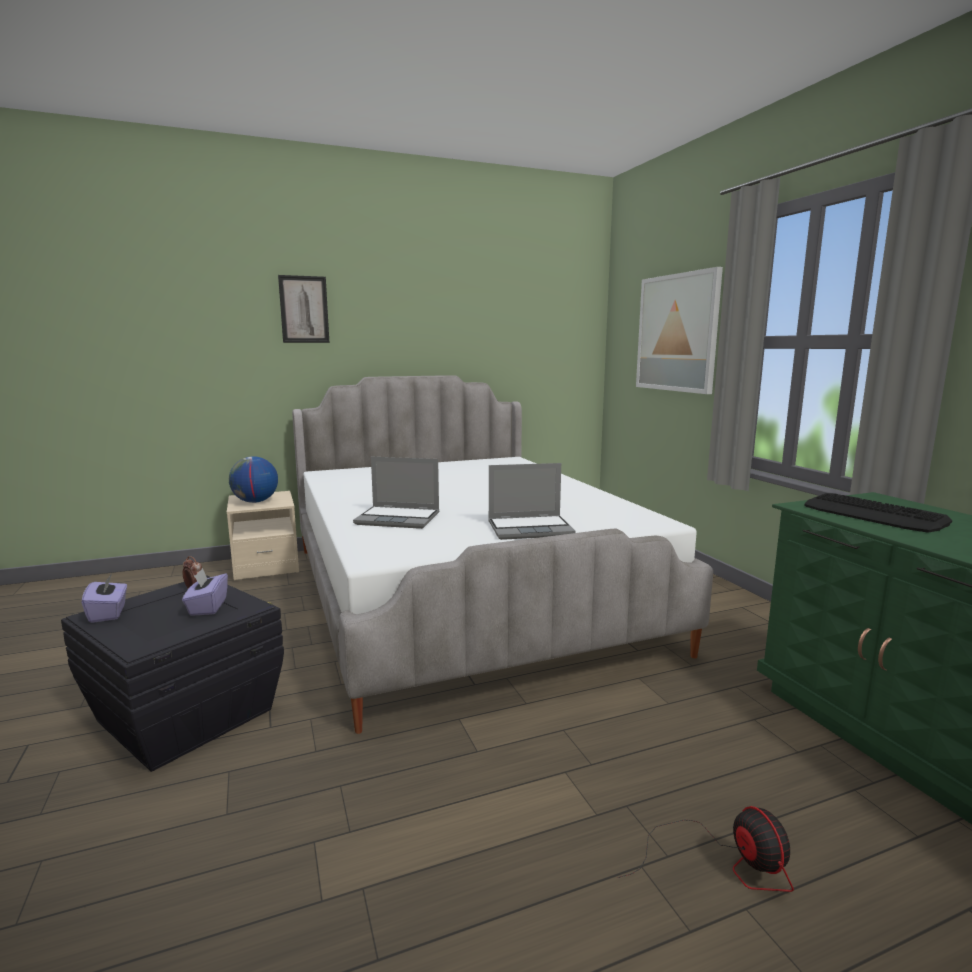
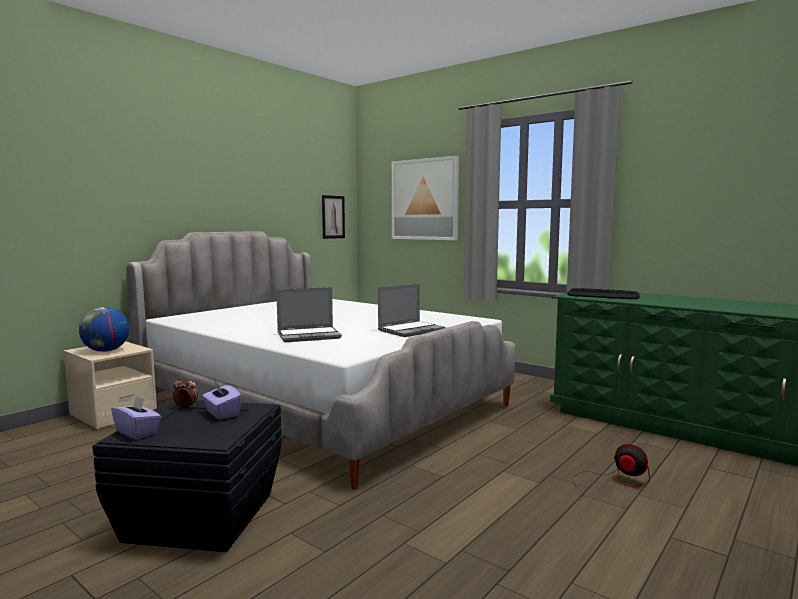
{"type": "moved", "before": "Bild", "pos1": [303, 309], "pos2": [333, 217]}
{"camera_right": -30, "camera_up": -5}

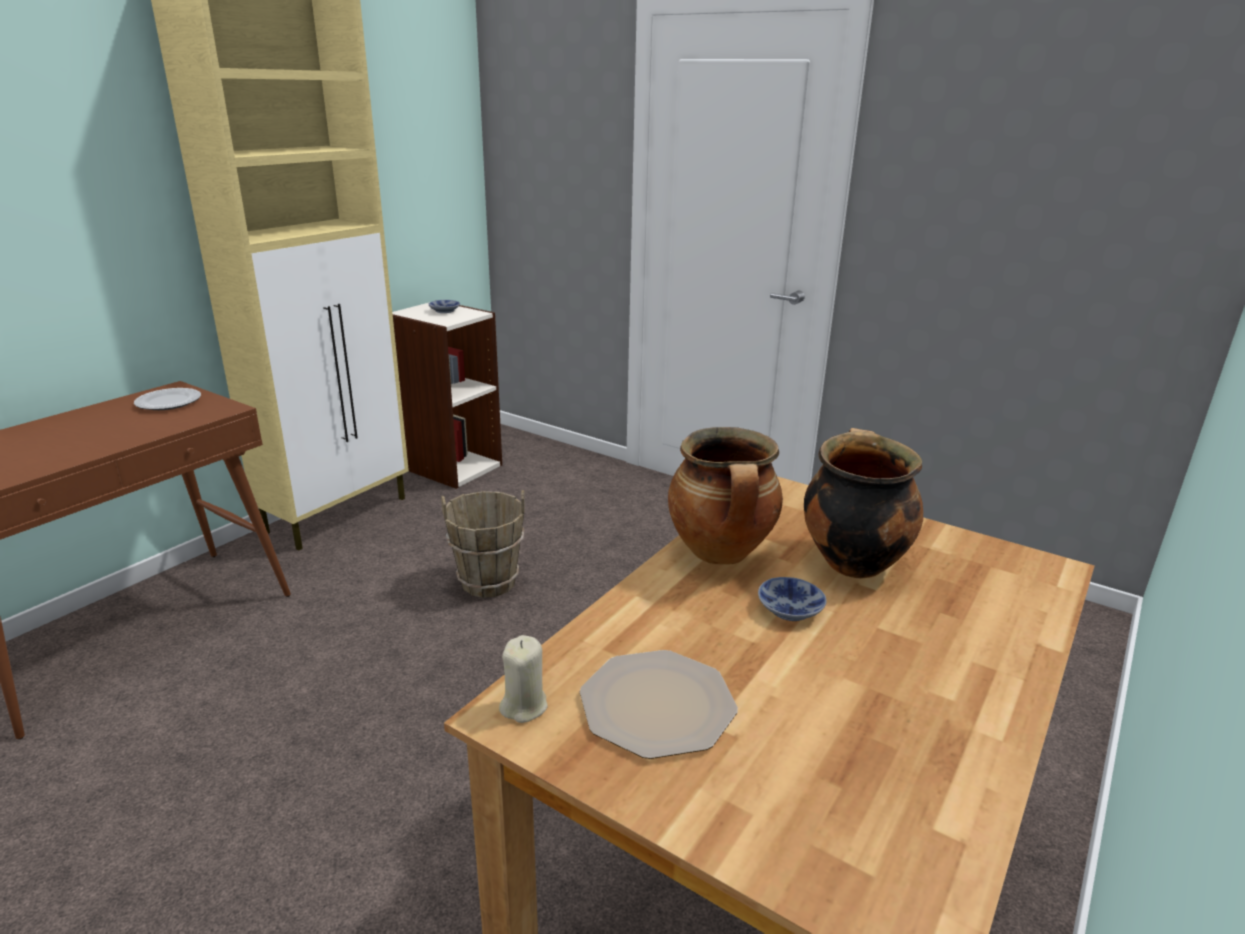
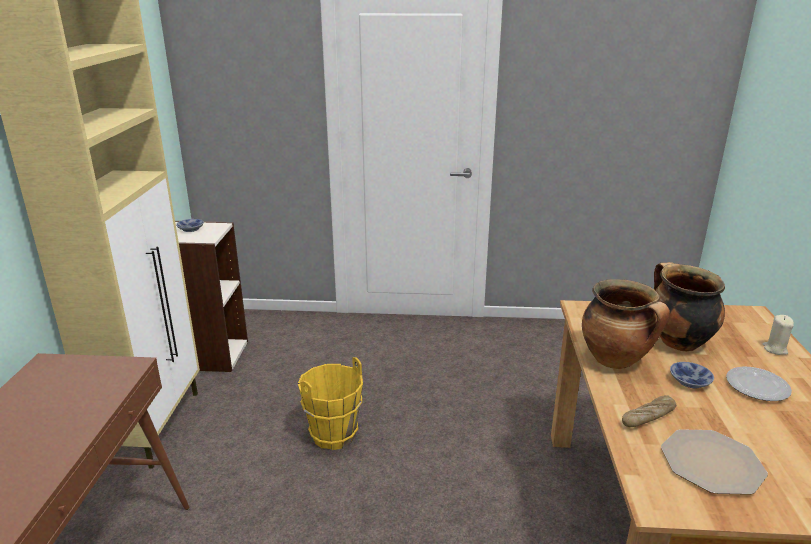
{"type": "recoloured", "before": "Eimer [braun]", "after": "Eimer [gelb]", "pos1": [483, 544], "pos2": [330, 403]}
{"type": "added", "after": "Brot", "pos2": [649, 411]}
{"type": "moved", "before": "Teller", "pos1": [167, 399], "pos2": [759, 384]}
{"type": "moved", "before": "Kerze [beige]", "pos1": [523, 679], "pos2": [778, 335]}
{"camera_right": -30, "camera_up": 0}

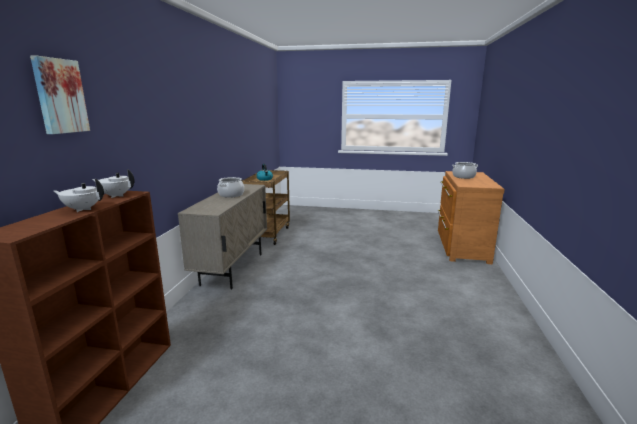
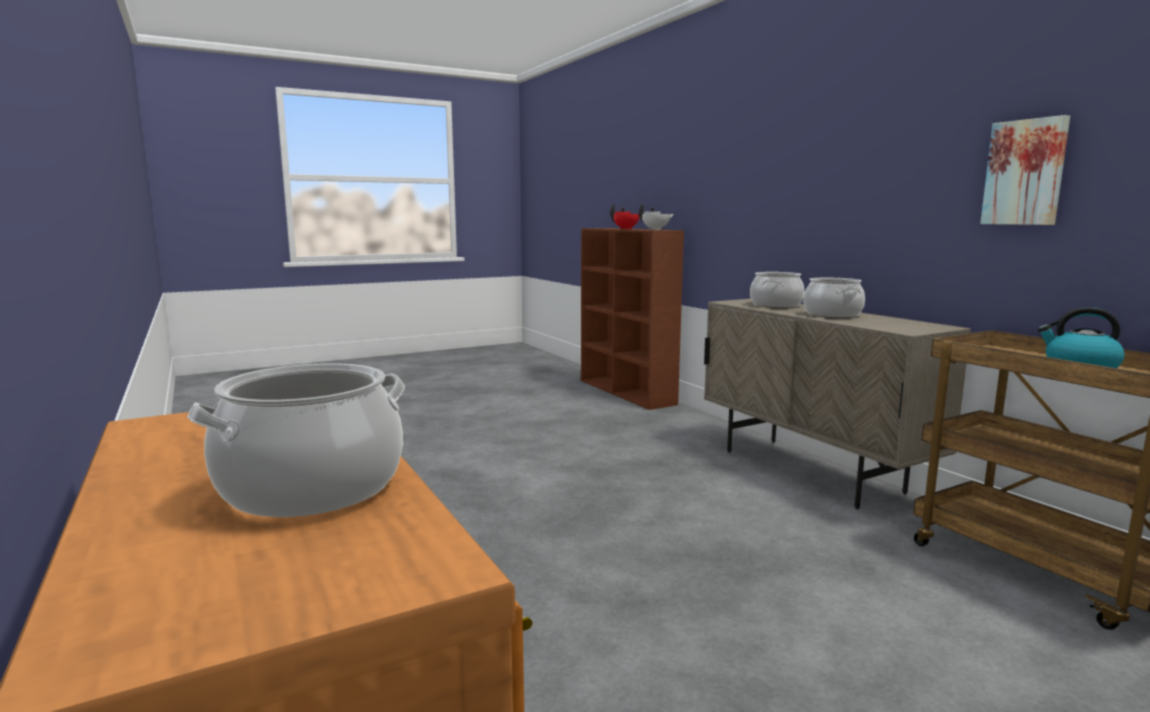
{"type": "recoloured", "before": "Teekanne [weiß]", "after": "Teekanne [rot]", "pos1": [79, 195], "pos2": [624, 216]}
{"type": "added", "after": "Kochtopf", "pos2": [777, 290]}
{"type": "moved", "before": "Bild", "pos1": [60, 95], "pos2": [1025, 170]}
{"camera_right": 140, "camera_up": -5}

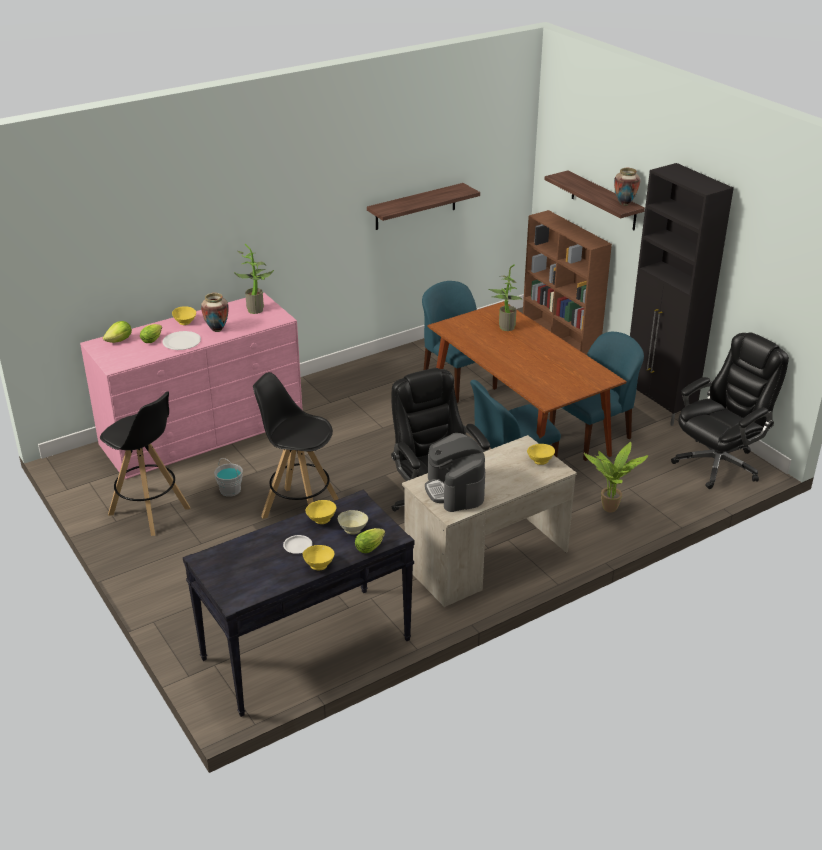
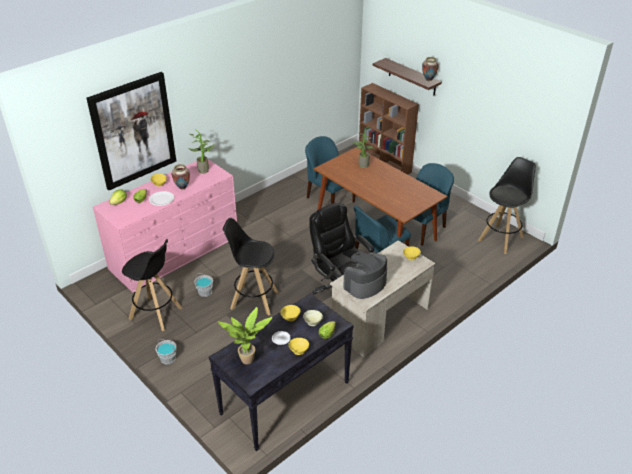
{"type": "added", "after": "Bild", "pos2": [131, 131]}
{"type": "added", "after": "Eimer [grau]", "pos2": [166, 352]}
{"type": "moved", "before": "Topfpflanze", "pos1": [616, 477], "pos2": [245, 336]}
{"type": "turned", "before": "Kaffeemaschine", "pos1": [455, 472], "pos2": [365, 275], "turn": 75}
{"type": "replaced", "before": "Bürostuhl [schwarz]", "after": "Hocker [schwarz]", "pos1": [730, 410], "pos2": [507, 205]}
{"type": "removed", "before": "Wandregal", "pos1": [423, 206]}
{"type": "removed", "before": "Schrank [schwarz]", "pos1": [682, 294]}
{"camera_right": -10, "camera_up": 5}

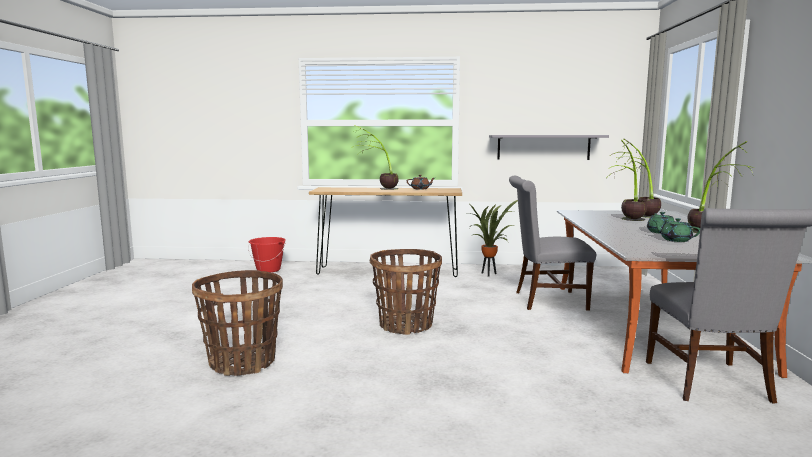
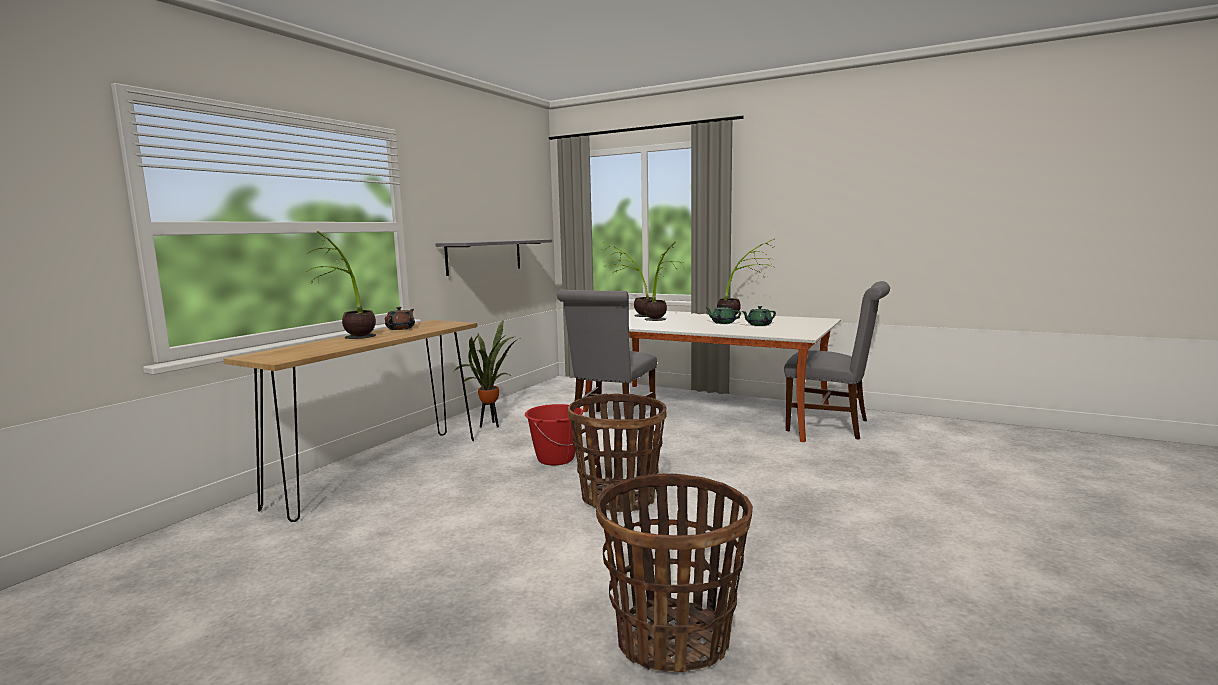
{"type": "moved", "before": "Eimer [rot]", "pos1": [267, 255], "pos2": [554, 434]}
{"camera_right": -65, "camera_up": 0}

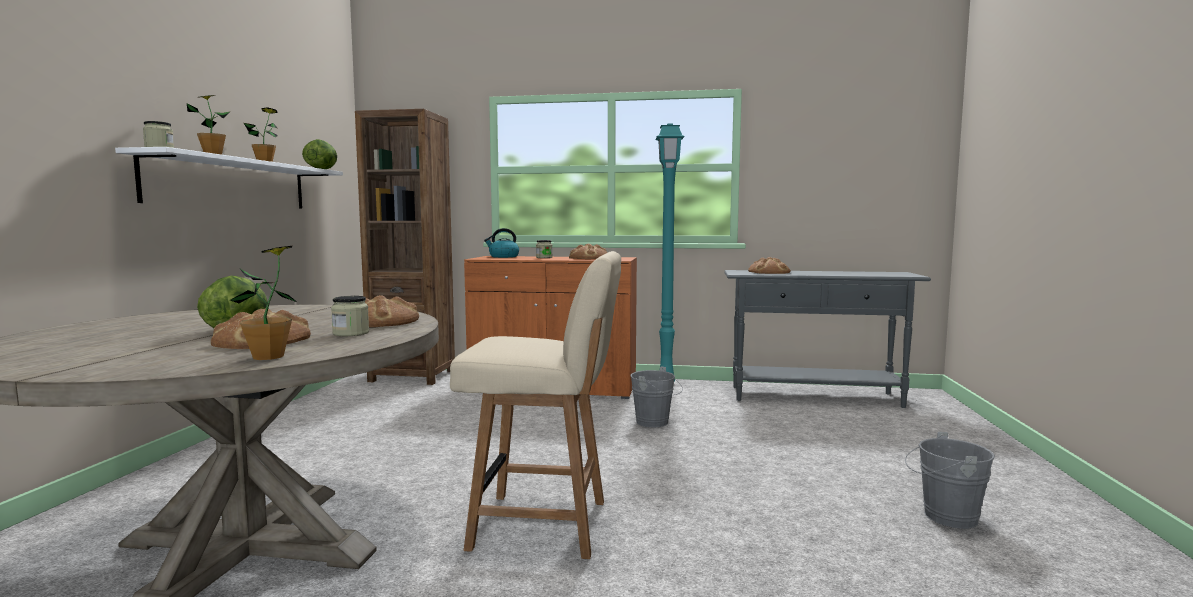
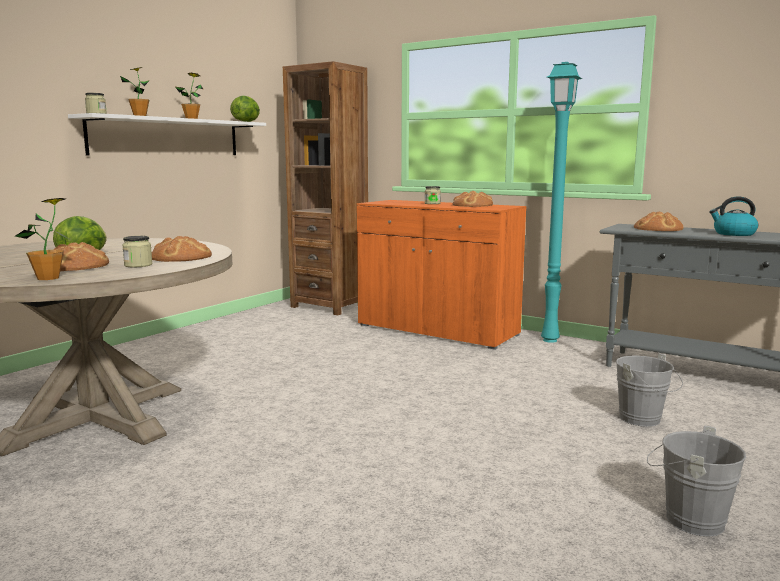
{"type": "moved", "before": "Eimer [grau]", "pos1": [657, 396], "pos2": [649, 390]}
{"type": "moved", "before": "Wasserkessel", "pos1": [501, 243], "pos2": [733, 216]}
{"type": "removed", "before": "Stuhl [beige]", "pos1": [535, 405]}
{"camera_right": 25, "camera_up": 5}

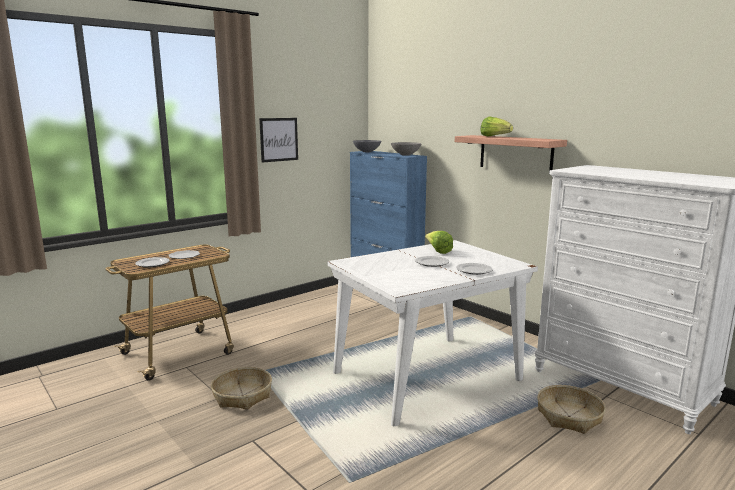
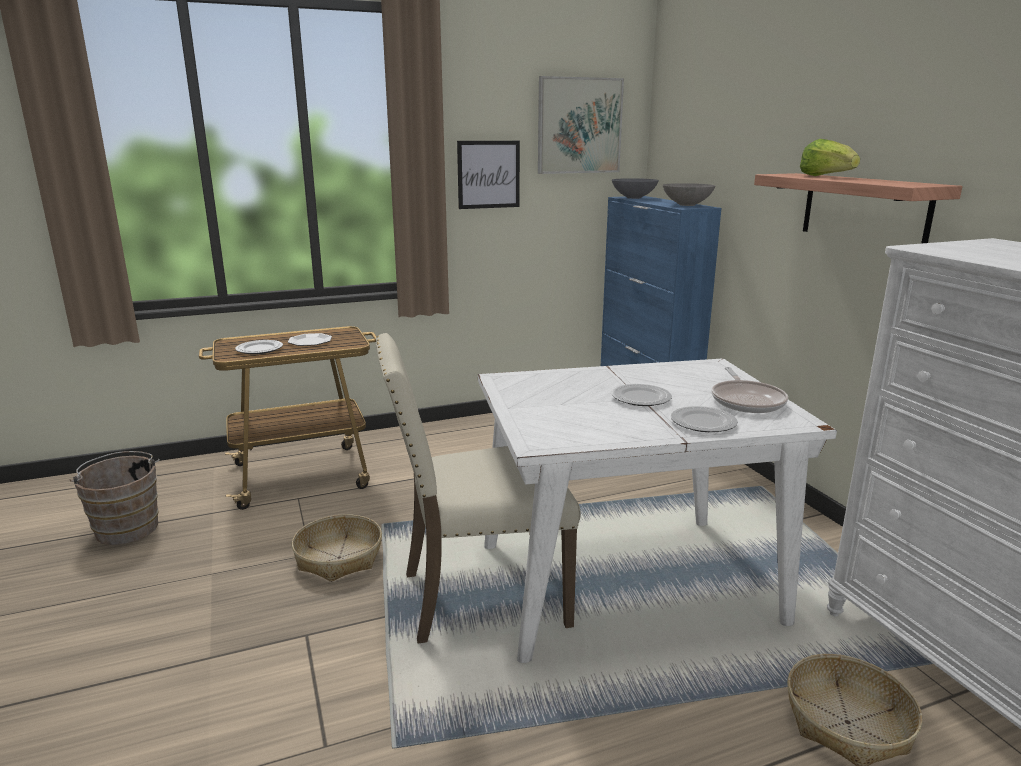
{"type": "added", "after": "Eimer [braun]", "pos2": [114, 498]}
{"type": "added", "after": "Stuhl [beige]", "pos2": [478, 488]}
{"type": "added", "after": "Bild", "pos2": [581, 125]}
{"type": "added", "after": "Pfanne", "pos2": [750, 390]}
{"type": "removed", "before": "Salatkopf", "pos1": [439, 242]}
{"camera_right": 20, "camera_up": 5}

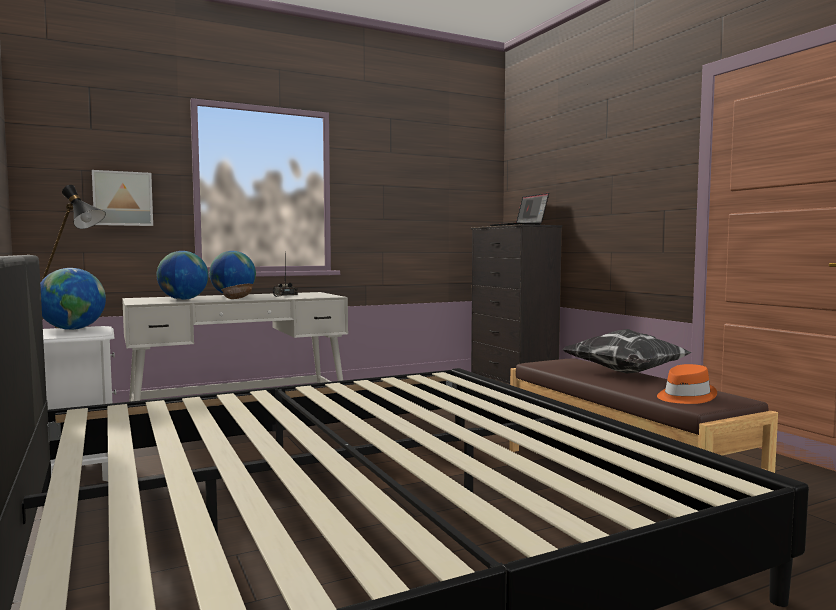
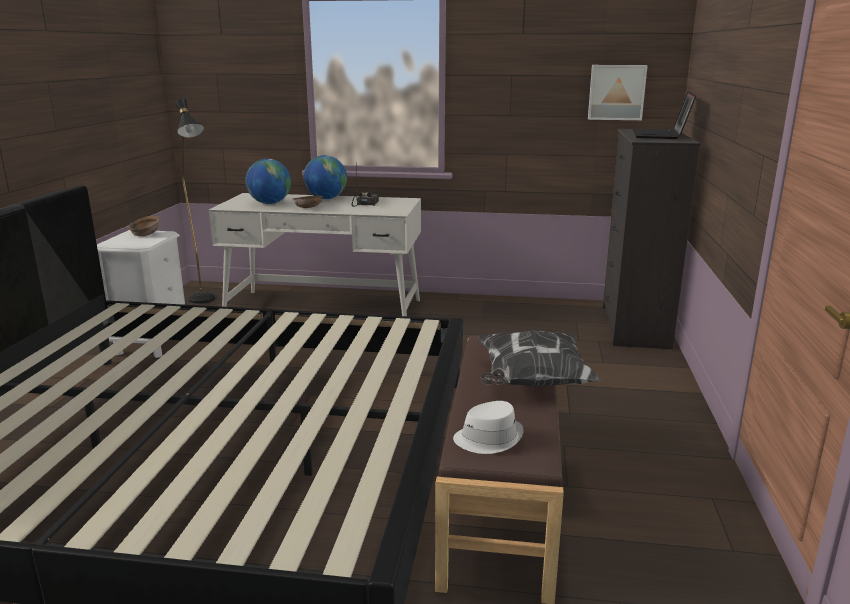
{"type": "replaced", "before": "Globus", "after": "Schüssel [braun]", "pos1": [73, 299], "pos2": [143, 226]}
{"type": "recoloured", "before": "Hut [orange]", "after": "Hut [weiß]", "pos1": [687, 384], "pos2": [488, 427]}
{"type": "moved", "before": "Bild", "pos1": [122, 198], "pos2": [618, 92]}
{"camera_right": 35, "camera_up": 15}

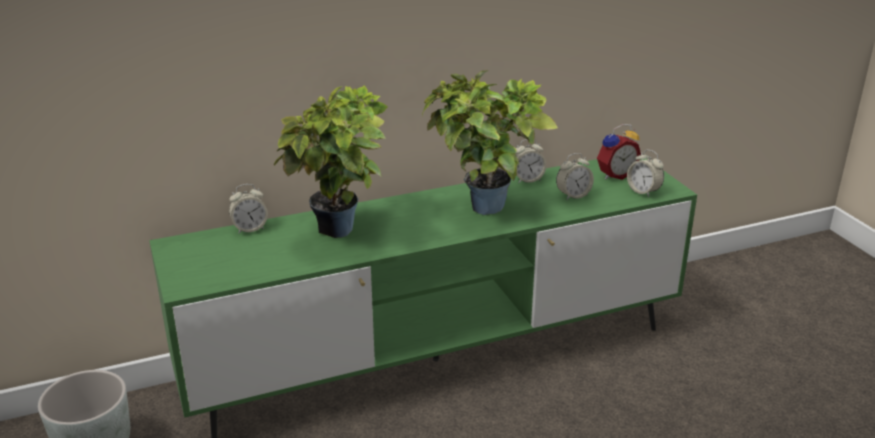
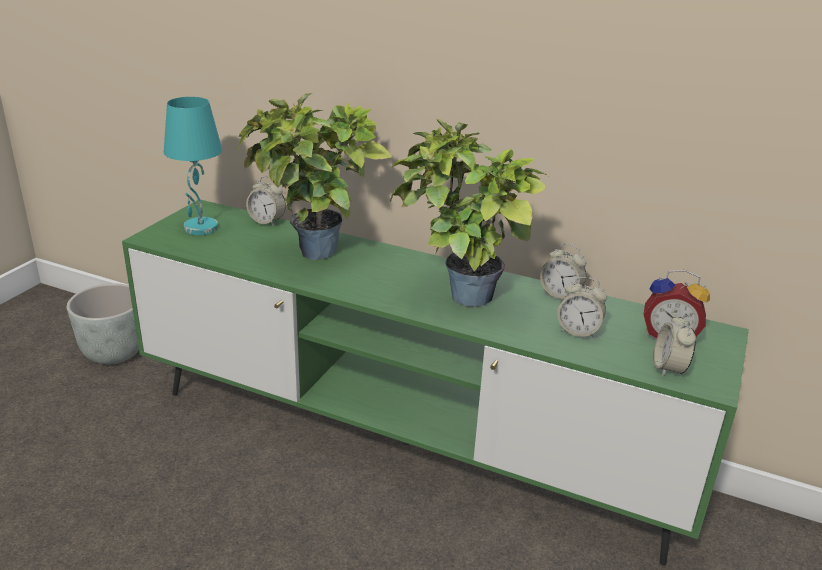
{"type": "added", "after": "Tischlampe [türkis]", "pos2": [193, 166]}
{"camera_right": 45, "camera_up": 0}

